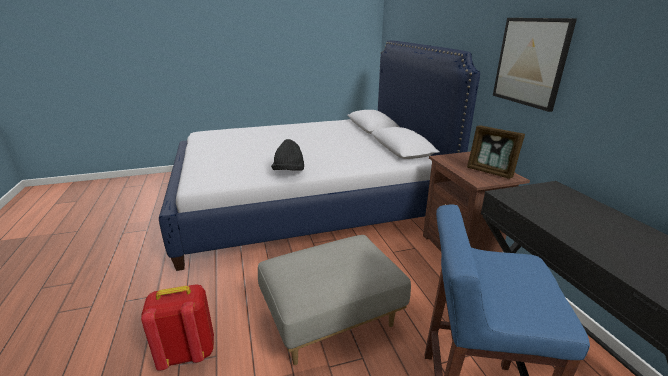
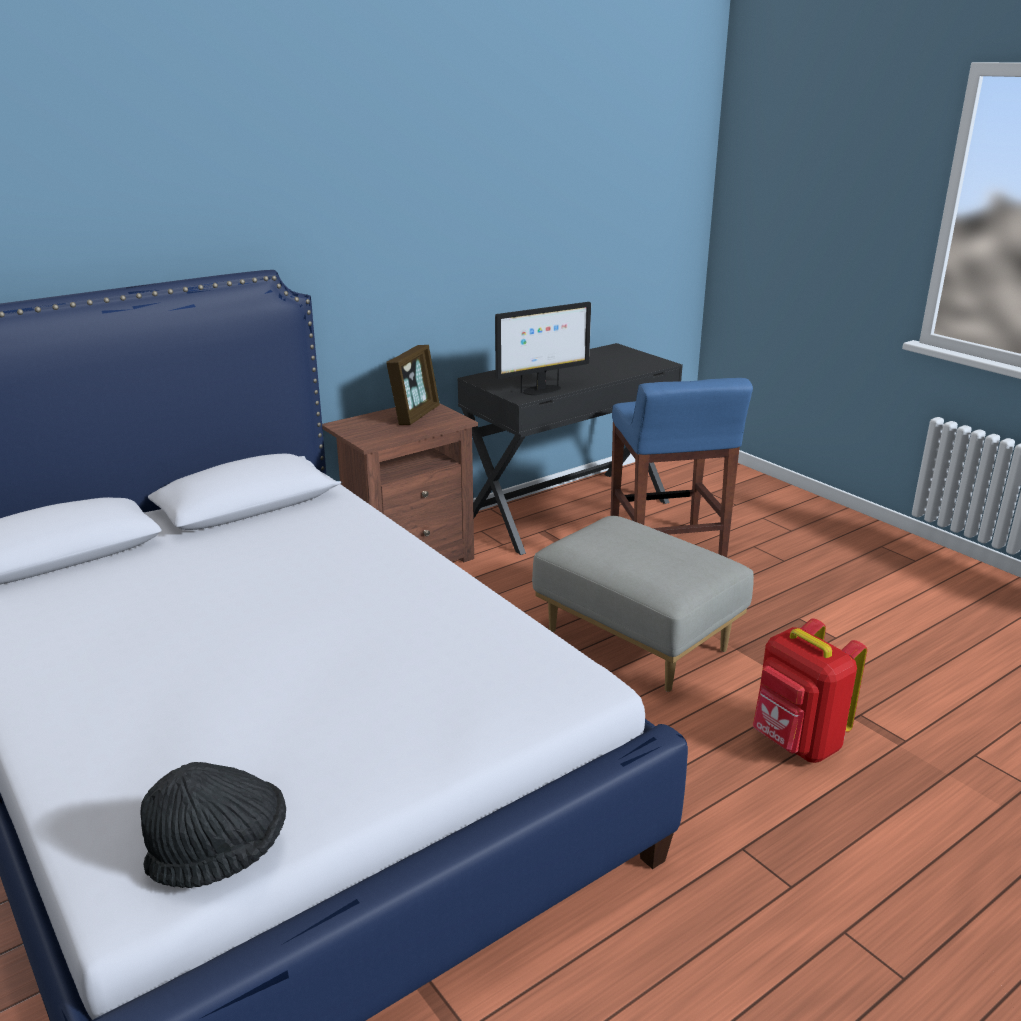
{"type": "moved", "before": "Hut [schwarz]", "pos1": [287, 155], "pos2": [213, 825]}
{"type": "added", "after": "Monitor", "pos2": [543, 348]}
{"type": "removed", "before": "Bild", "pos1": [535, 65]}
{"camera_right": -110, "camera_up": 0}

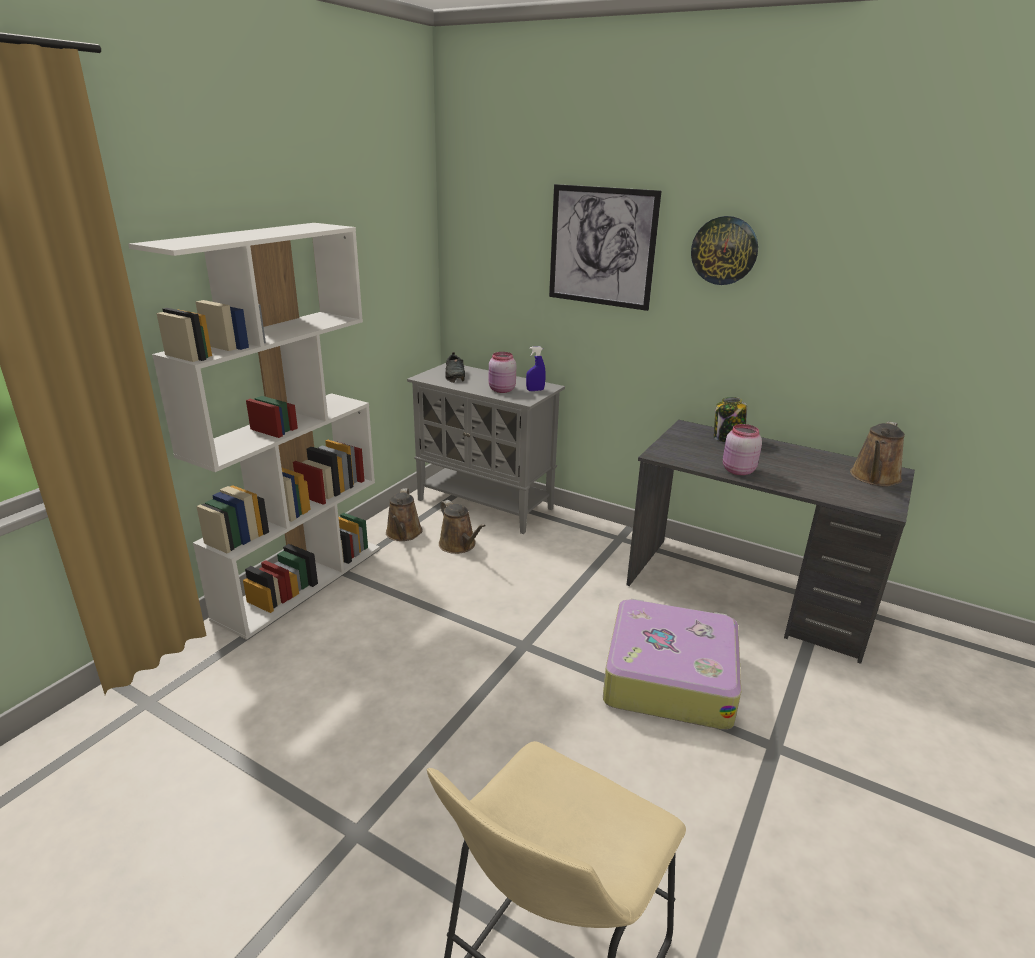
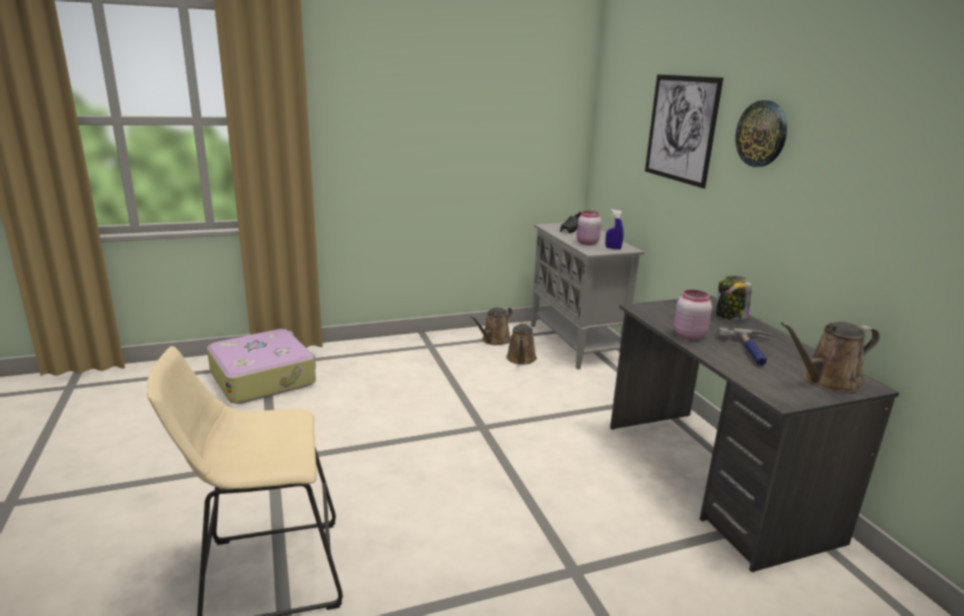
{"type": "moved", "before": "Koffer", "pos1": [672, 664], "pos2": [261, 366]}
{"type": "added", "after": "Hammer", "pos2": [746, 346]}
{"type": "removed", "before": "Bücherregal [weiß]", "pos1": [254, 431]}
{"camera_right": 40, "camera_up": -5}

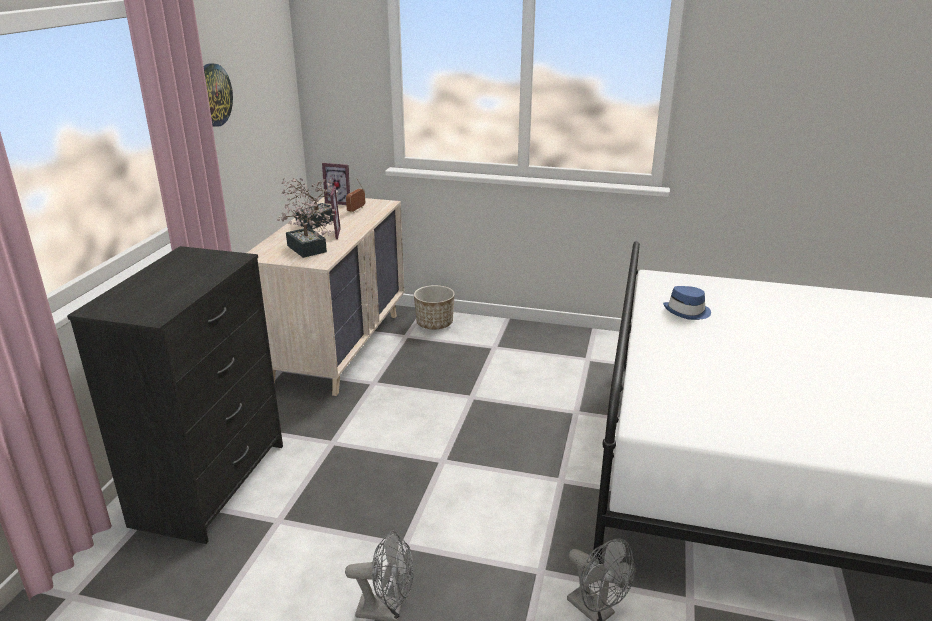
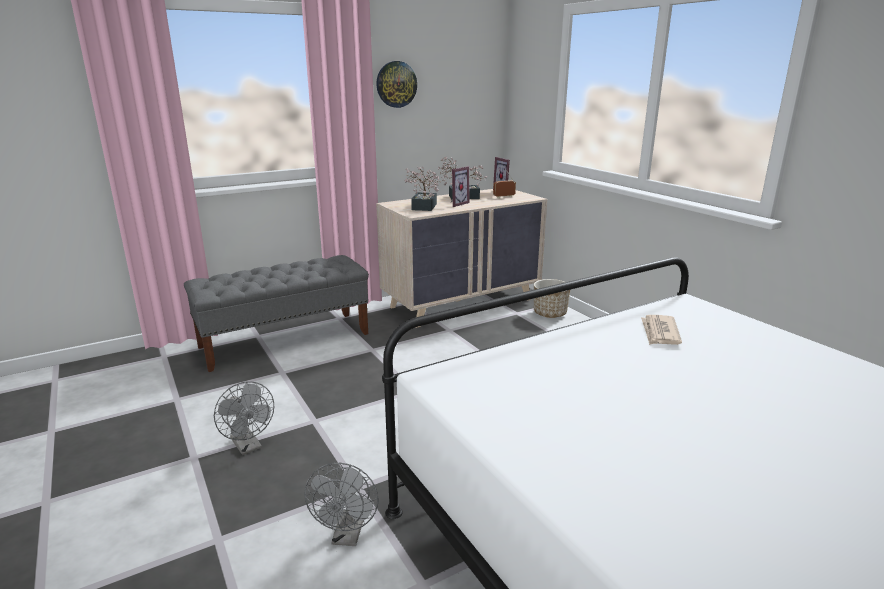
{"type": "replaced", "before": "Kommode [schwarz]", "after": "Bank [grau]", "pos1": [175, 395], "pos2": [276, 313]}
{"type": "replaced", "before": "Hut [blau]", "after": "Zeitung", "pos1": [687, 303], "pos2": [661, 330]}
{"camera_right": 45, "camera_up": -5}

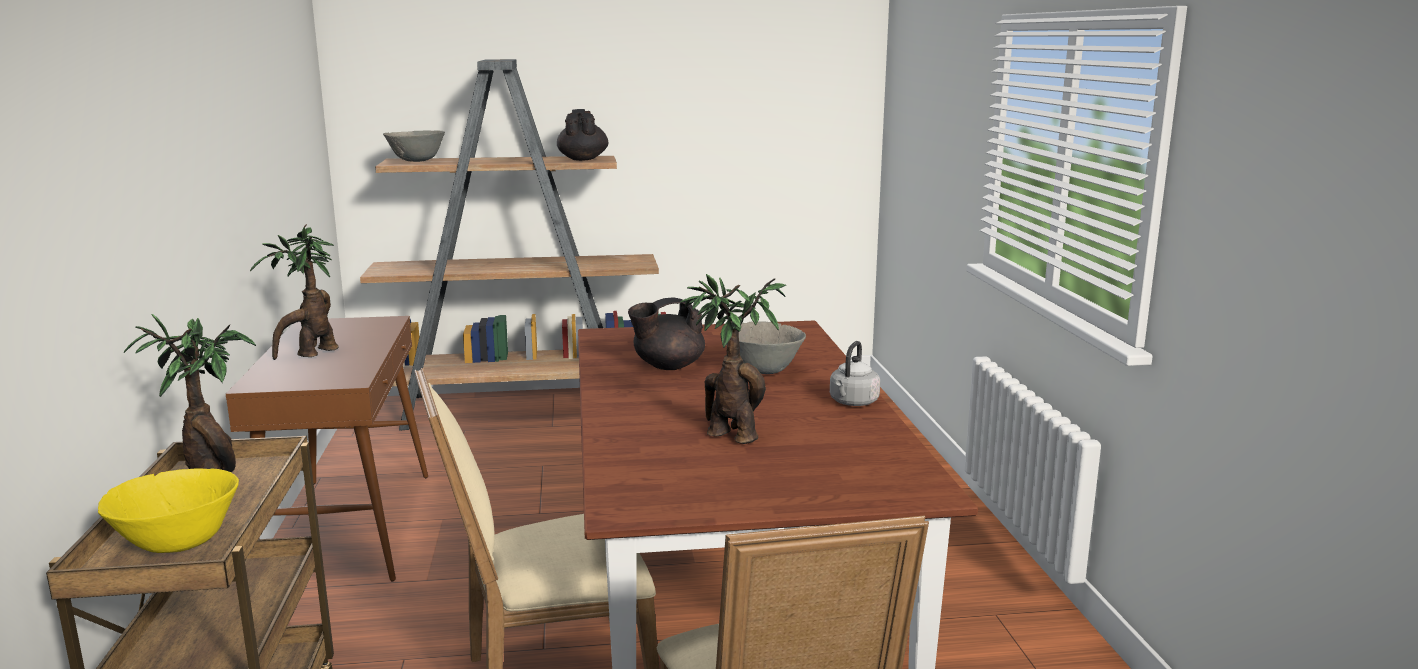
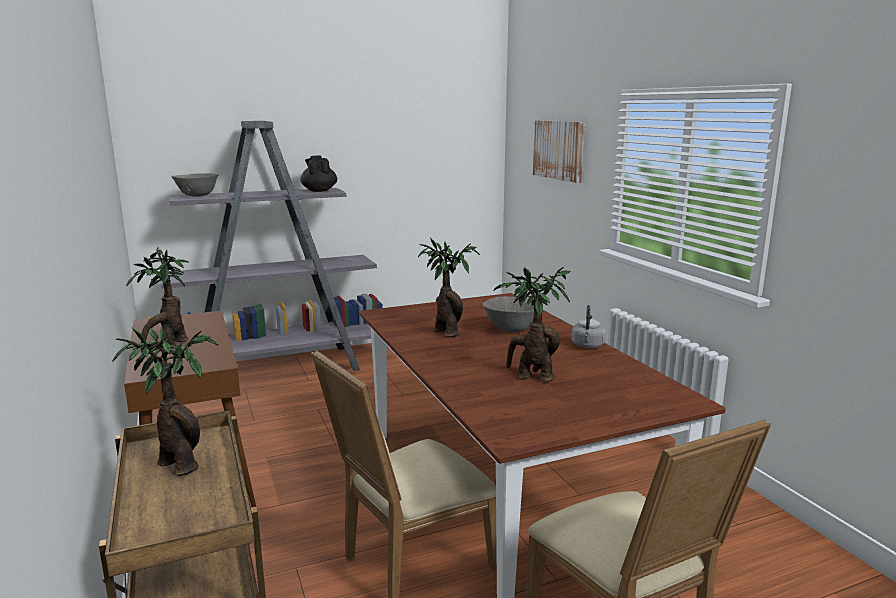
{"type": "recoloured", "before": "Bücherregal [braun]", "after": "Bücherregal [grau]", "pos1": [513, 245], "pos2": [265, 246]}
{"type": "replaced", "before": "Teekanne [schwarz]", "after": "Topfpflanze", "pos1": [666, 333], "pos2": [449, 287]}
{"type": "added", "after": "Bild", "pos2": [559, 151]}
{"type": "removed", "before": "Schüssel [gelb]", "pos1": [168, 510]}
{"camera_right": -15, "camera_up": 0}

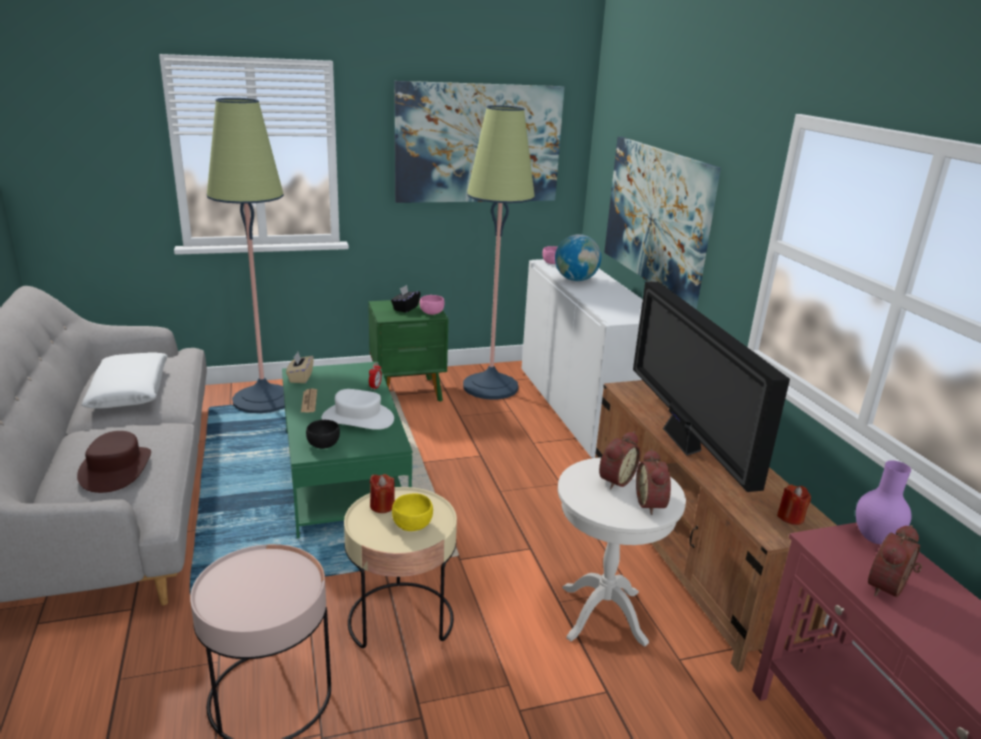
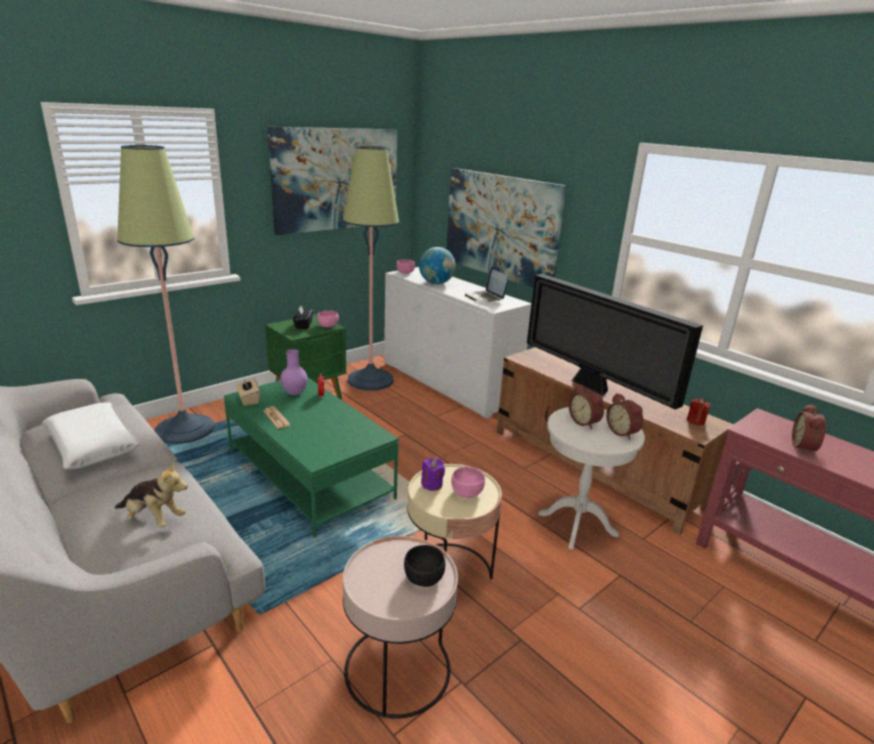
{"type": "replaced", "before": "Hut [braun]", "after": "Plüschtier", "pos1": [114, 462], "pos2": [151, 495]}
{"type": "moved", "before": "Vase [lila]", "pos1": [884, 502], "pos2": [293, 372]}
{"type": "moved", "before": "Schüssel [schwarz]", "pos1": [323, 434], "pos2": [424, 566]}
{"type": "recoloured", "before": "Kerze [rot]", "after": "Kerze [lila]", "pos1": [382, 493], "pos2": [433, 474]}
{"type": "recoloured", "before": "Schüssel [gelb]", "after": "Schüssel [rosa]", "pos1": [412, 512], "pos2": [468, 482]}
{"type": "added", "after": "Laptop", "pos2": [486, 284]}
{"type": "turned", "before": "Wecker", "pos1": [619, 460], "pos2": [586, 406], "turn": 135}
{"type": "removed", "before": "Hut [weiß]", "pos1": [357, 409]}
{"camera_right": -25, "camera_up": 0}

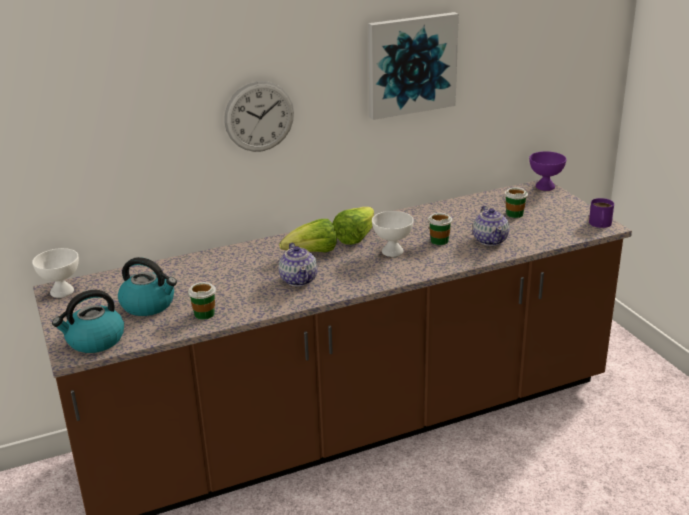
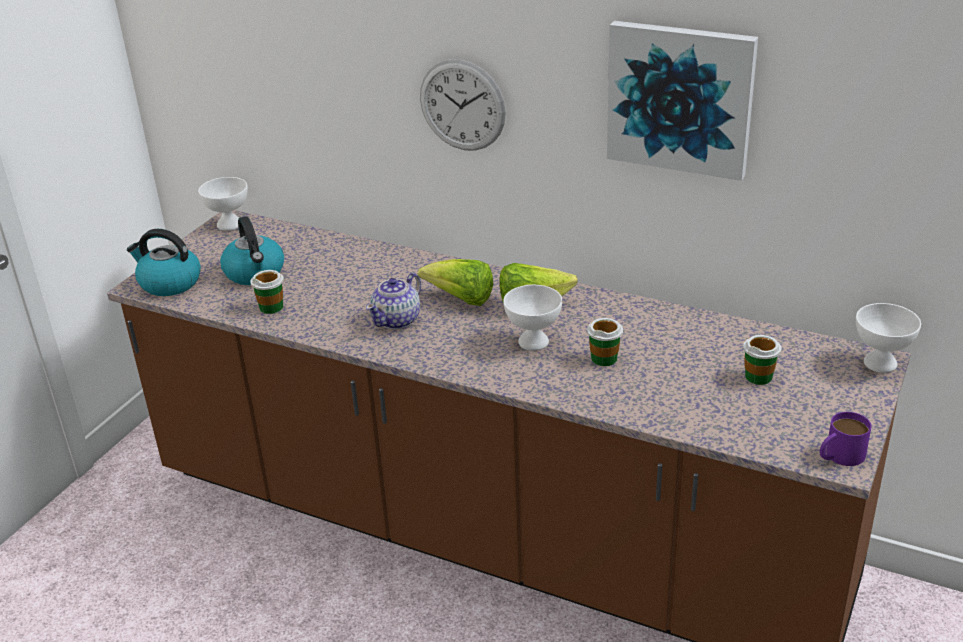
{"type": "recoloured", "before": "Schüssel [lila]", "after": "Schüssel [weiß]", "pos1": [547, 171], "pos2": [888, 338]}
{"type": "removed", "before": "Teekanne", "pos1": [491, 226]}
{"camera_right": 50, "camera_up": 5}

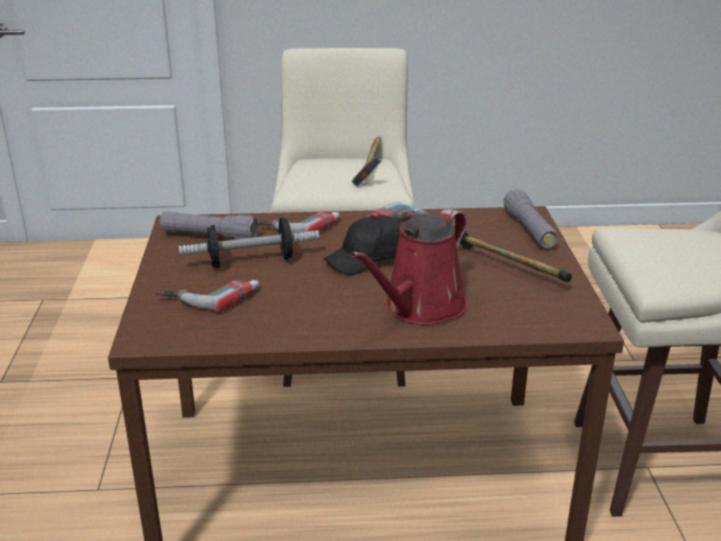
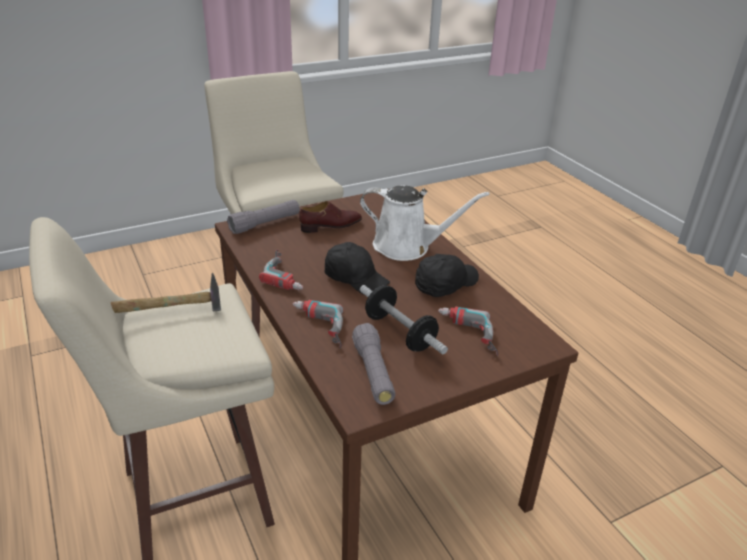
{"type": "replaced", "before": "Hammer", "after": "Schuh [braun]", "pos1": [513, 252], "pos2": [330, 217]}
{"type": "recoloured", "before": "Gießkanne [rot]", "after": "Gießkanne [weiß]", "pos1": [408, 267], "pos2": [425, 223]}
{"type": "added", "after": "Kappe [schwarz]", "pos2": [447, 275]}
{"camera_right": -115, "camera_up": 5}

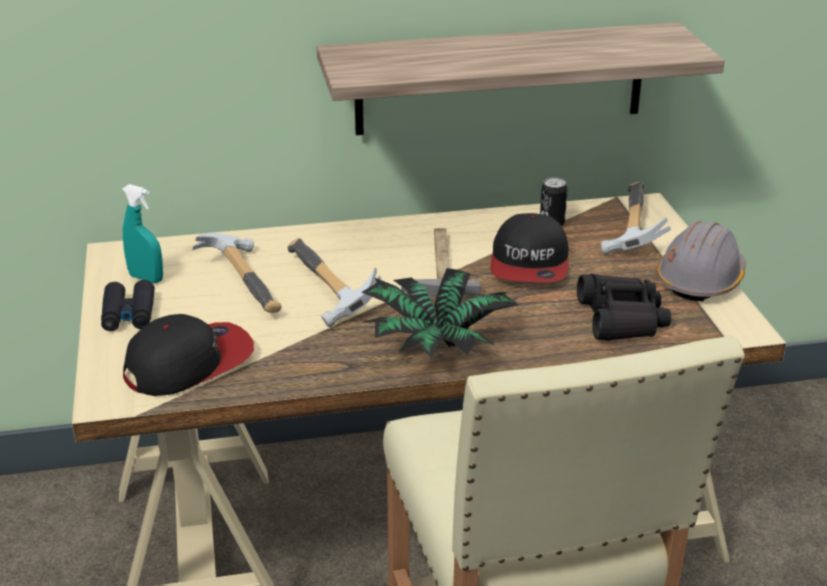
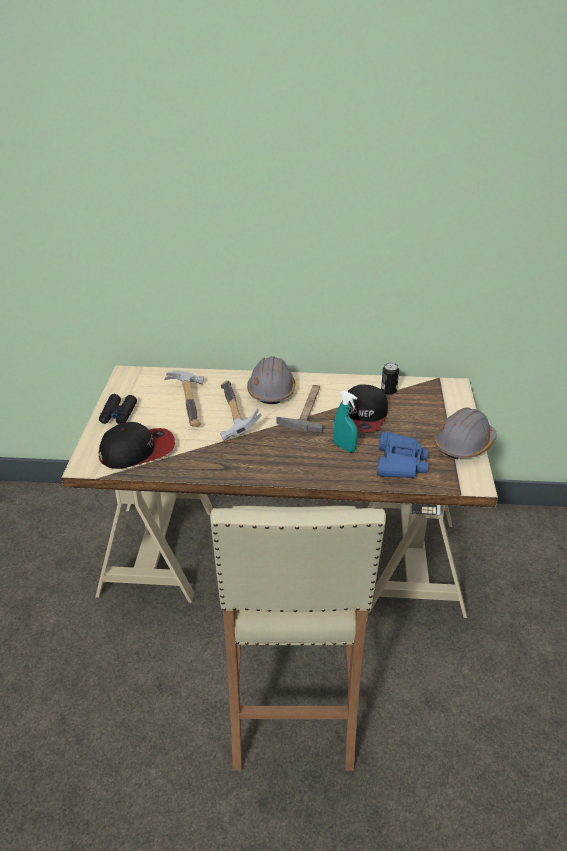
{"type": "added", "after": "Schutzhelm [grau]", "pos2": [271, 380]}
{"type": "moved", "before": "Sprühflasche [türkis]", "pos1": [142, 233], "pos2": [345, 421]}
{"type": "recoloured", "before": "Fernglas [schwarz]", "after": "Fernglas [blau]", "pos1": [624, 307], "pos2": [403, 455]}
{"type": "removed", "before": "Wandregal", "pos1": [521, 78]}
{"type": "removed", "before": "Topfpflanze", "pos1": [438, 313]}
{"type": "removed", "before": "Hammer", "pos1": [636, 218]}
{"camera_right": 15, "camera_up": 5}

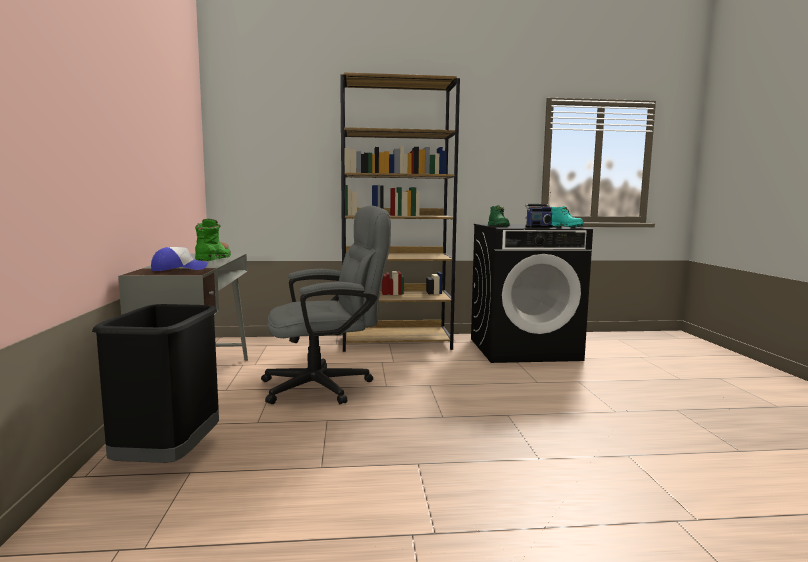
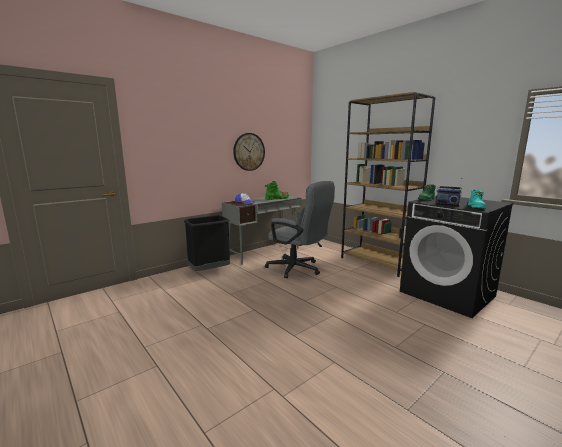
{"type": "added", "after": "Wanduhr", "pos2": [249, 152]}
{"camera_right": 55, "camera_up": 5}

